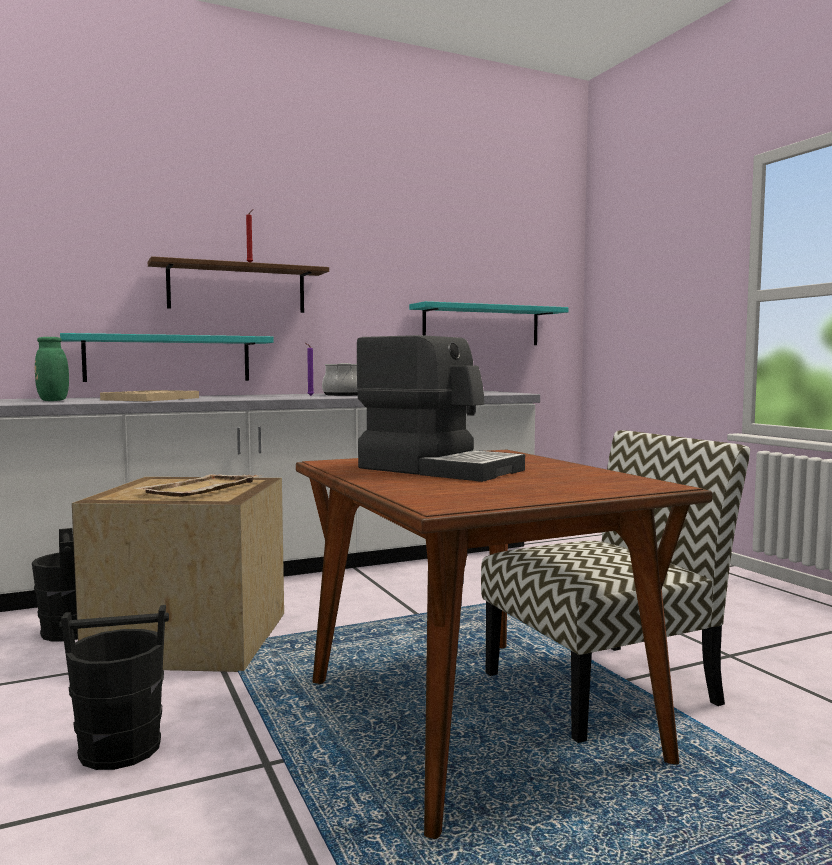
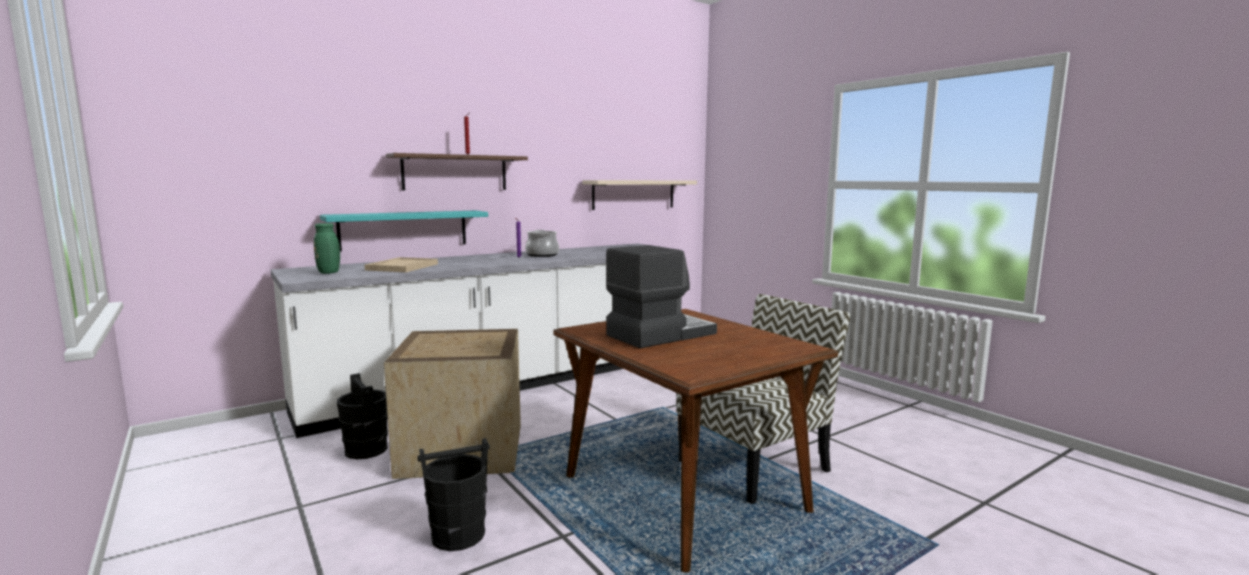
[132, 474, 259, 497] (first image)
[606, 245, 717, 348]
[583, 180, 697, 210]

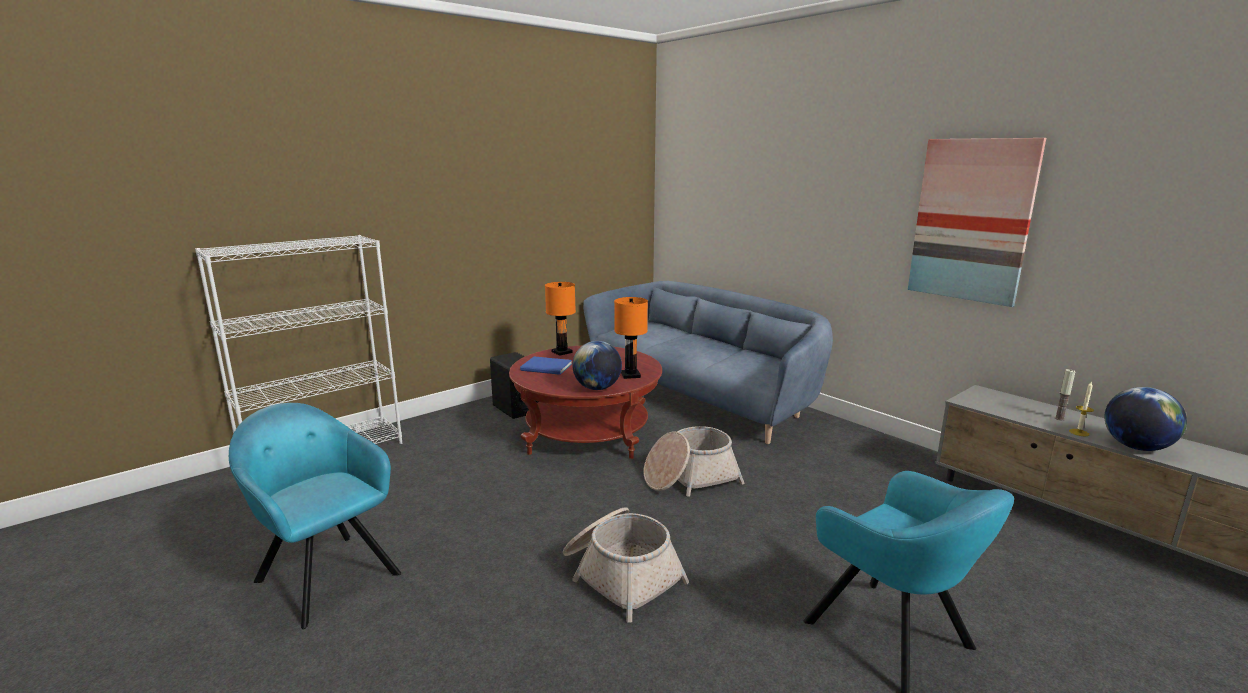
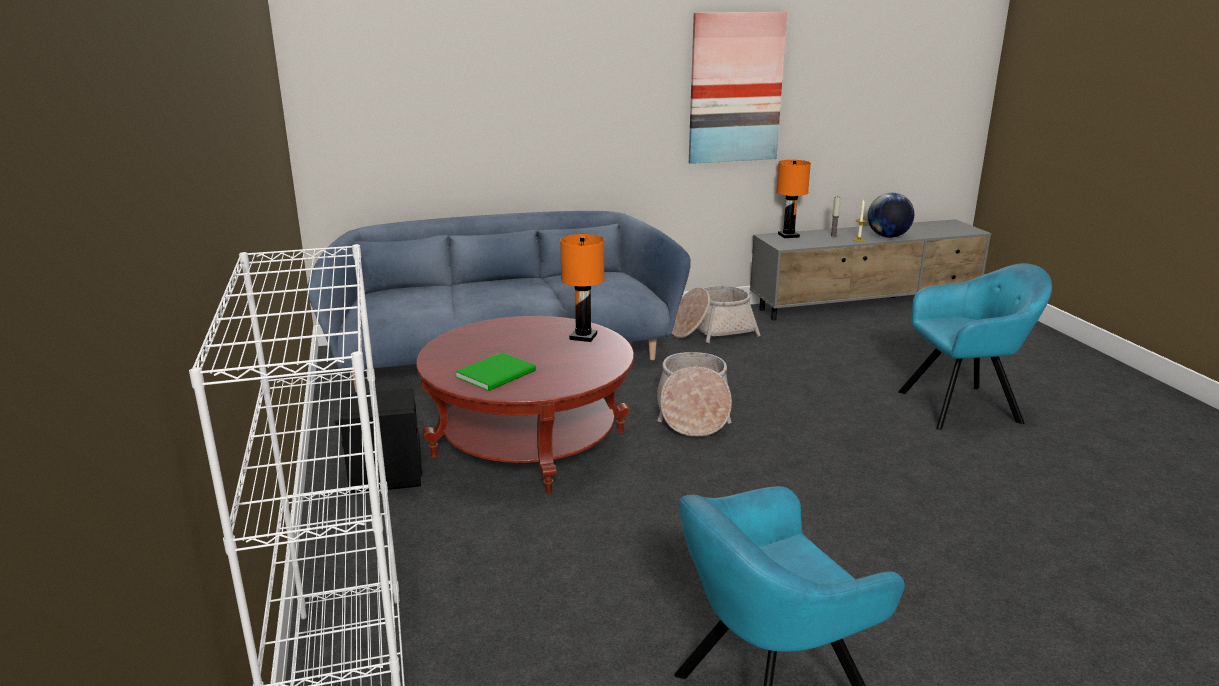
[455, 353, 536, 391]
[776, 160, 811, 238]
[671, 286, 761, 343]
[572, 341, 622, 390] (first image)

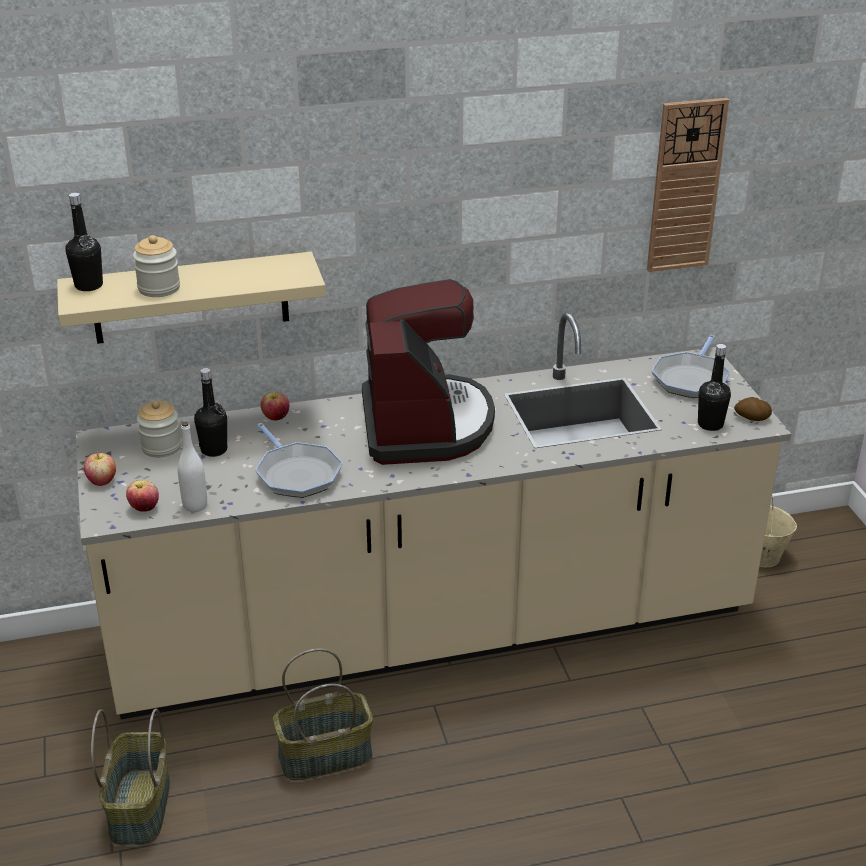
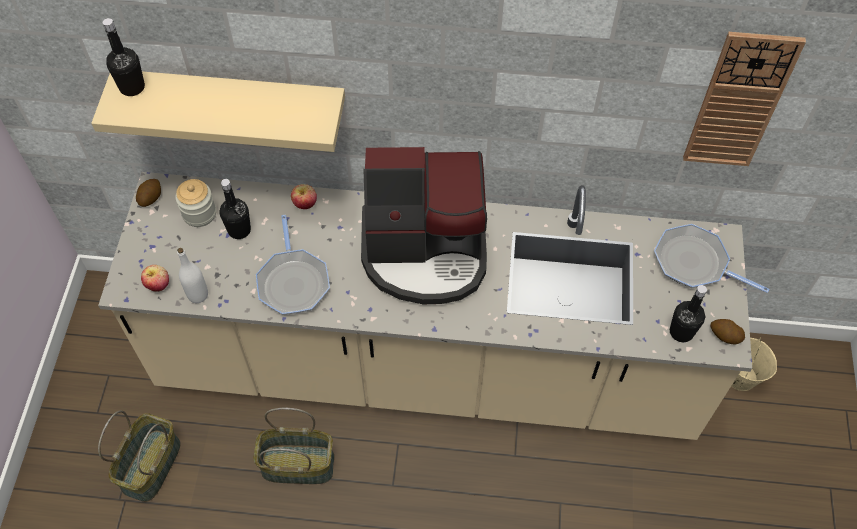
[84, 452, 116, 486] (first image)
[133, 235, 180, 297] (first image)
[361, 147, 487, 305]
[654, 224, 769, 293]
[136, 179, 161, 207]

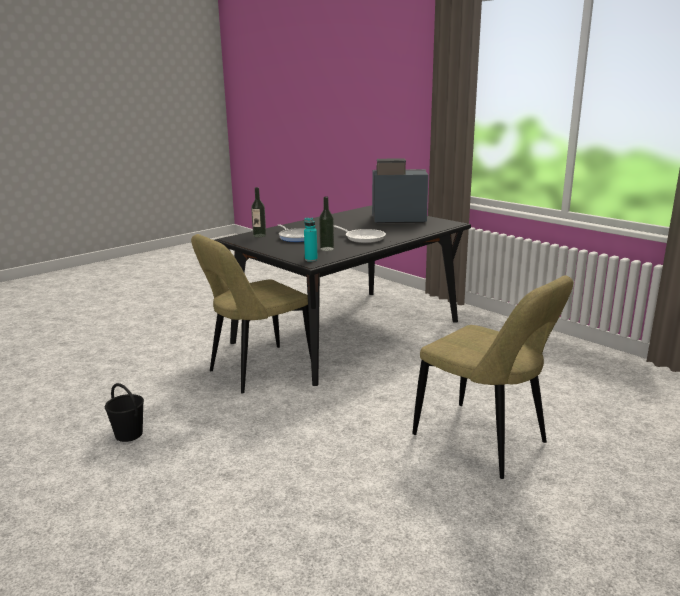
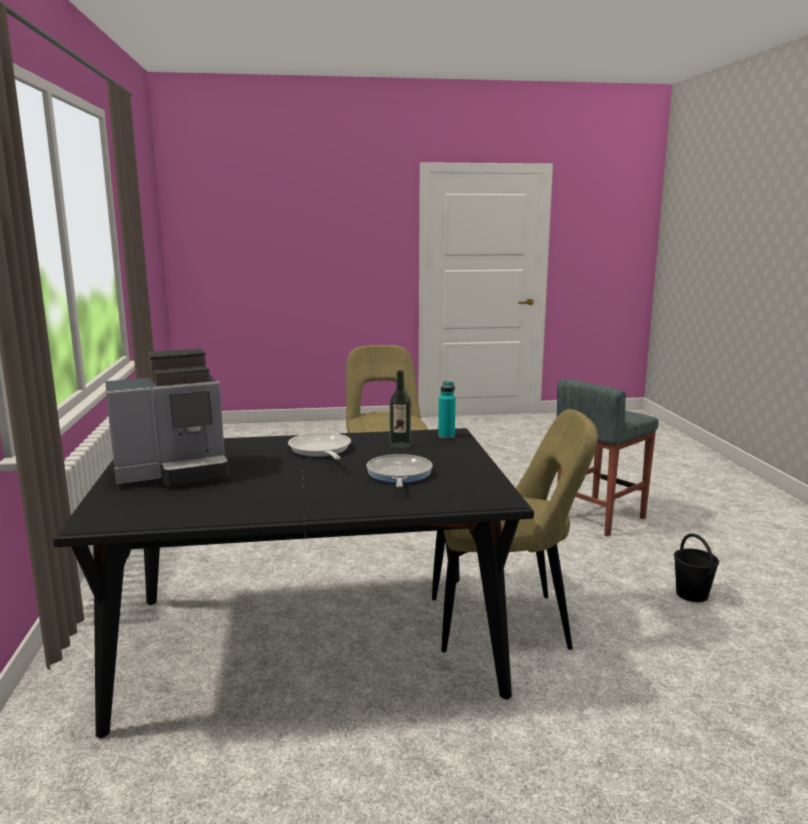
[251, 187, 266, 237] (first image)
[105, 348, 229, 487]
[557, 379, 659, 537]

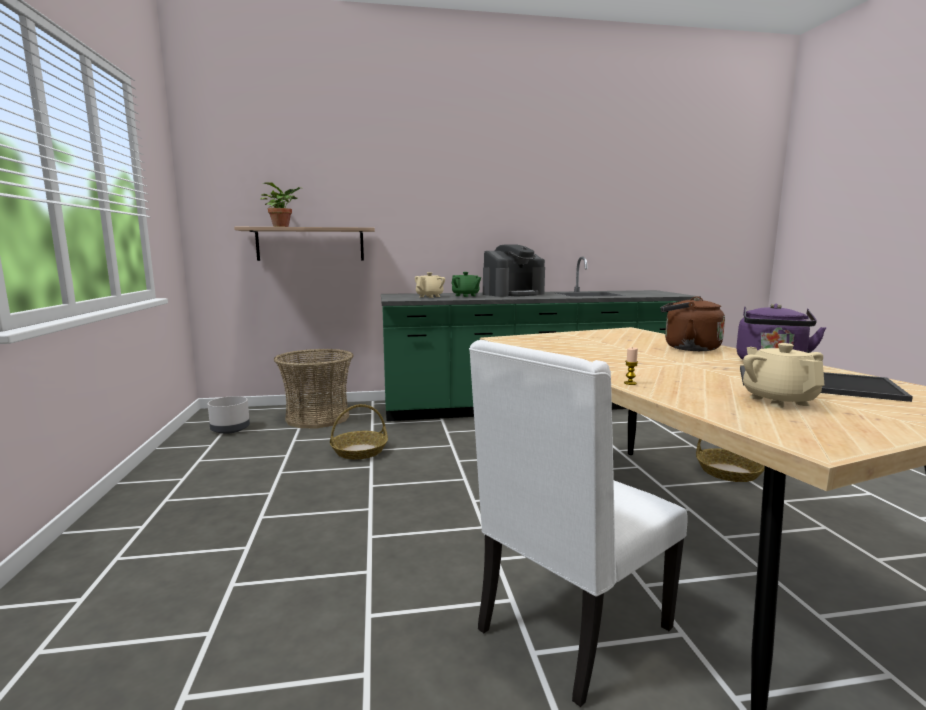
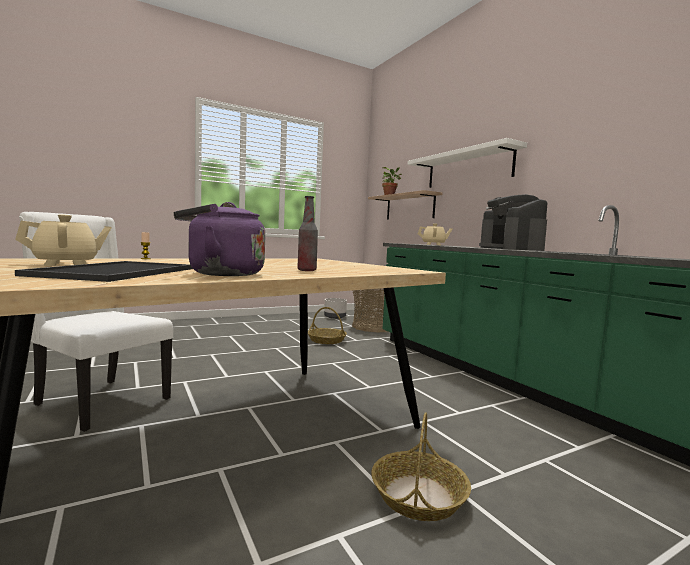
[451, 272, 481, 297] (first image)
[479, 194, 548, 251]
[297, 196, 318, 271]
[407, 138, 527, 188]

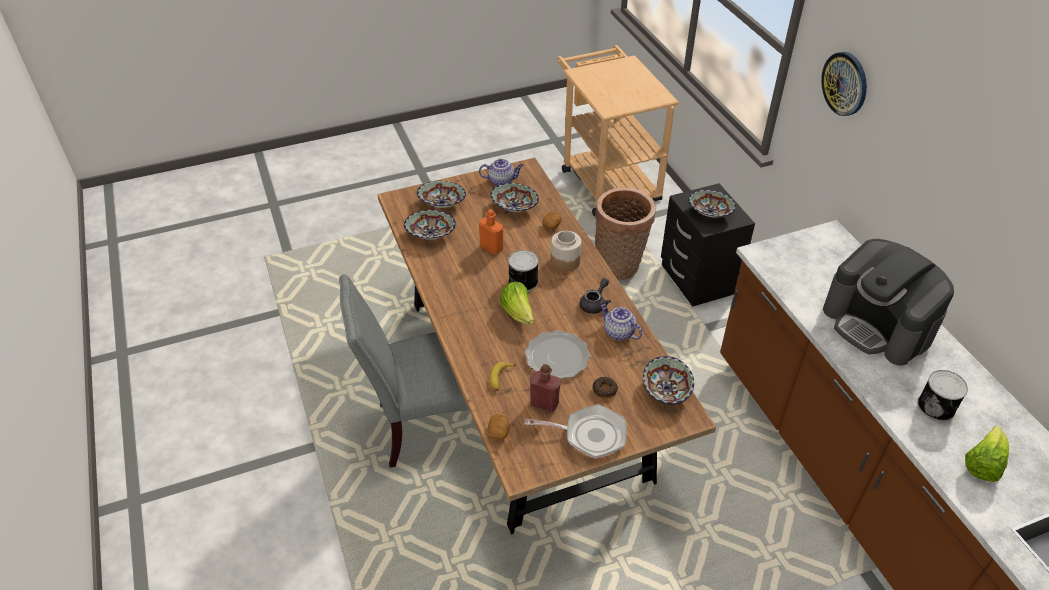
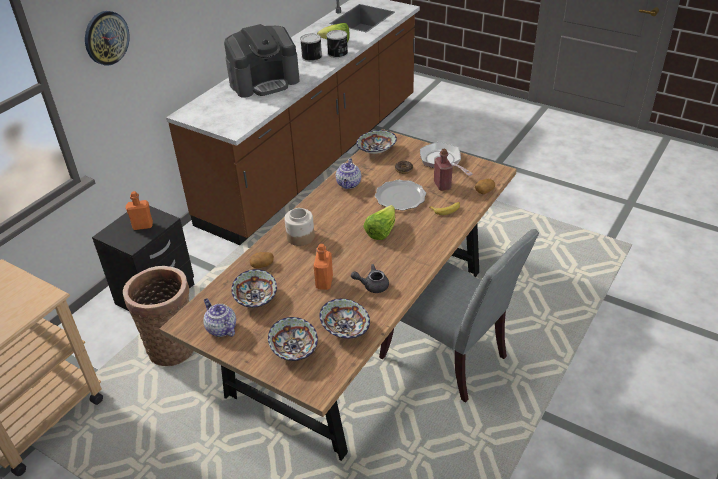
[327, 30, 348, 58]
[351, 264, 389, 293]
[126, 191, 153, 230]
[224, 24, 300, 98]

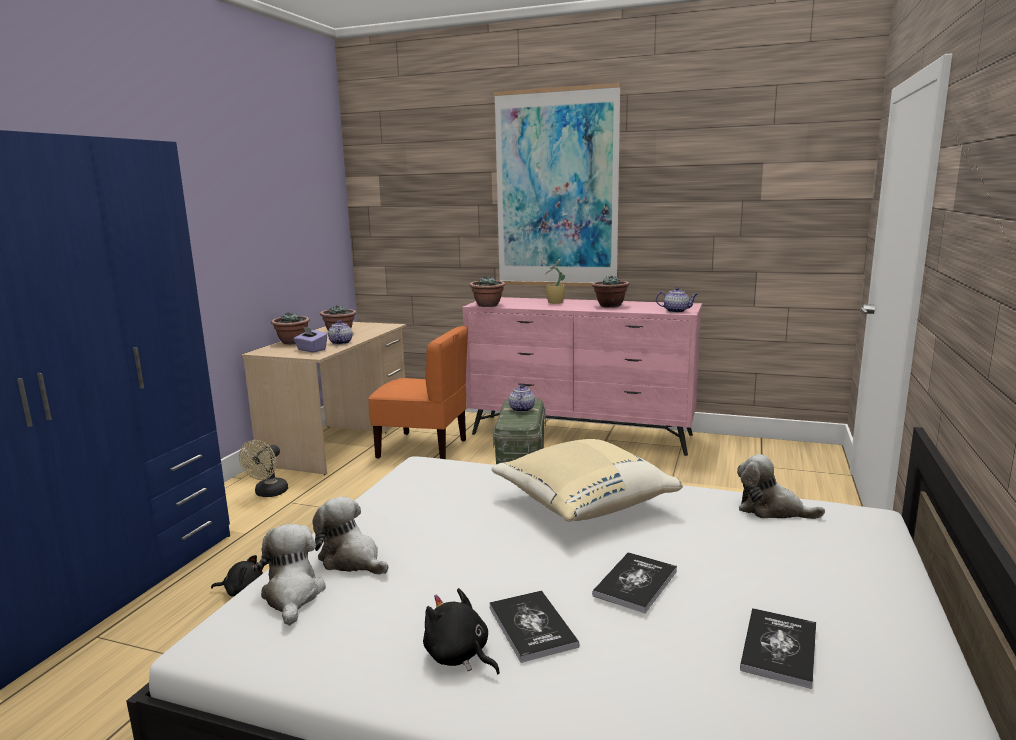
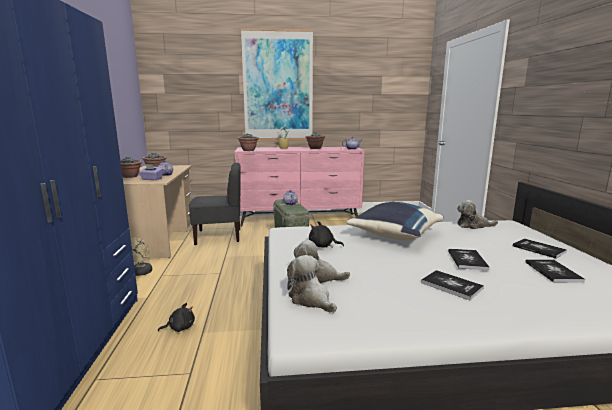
[189, 163, 241, 245]
[309, 221, 344, 248]
[346, 202, 444, 240]
[513, 238, 567, 259]

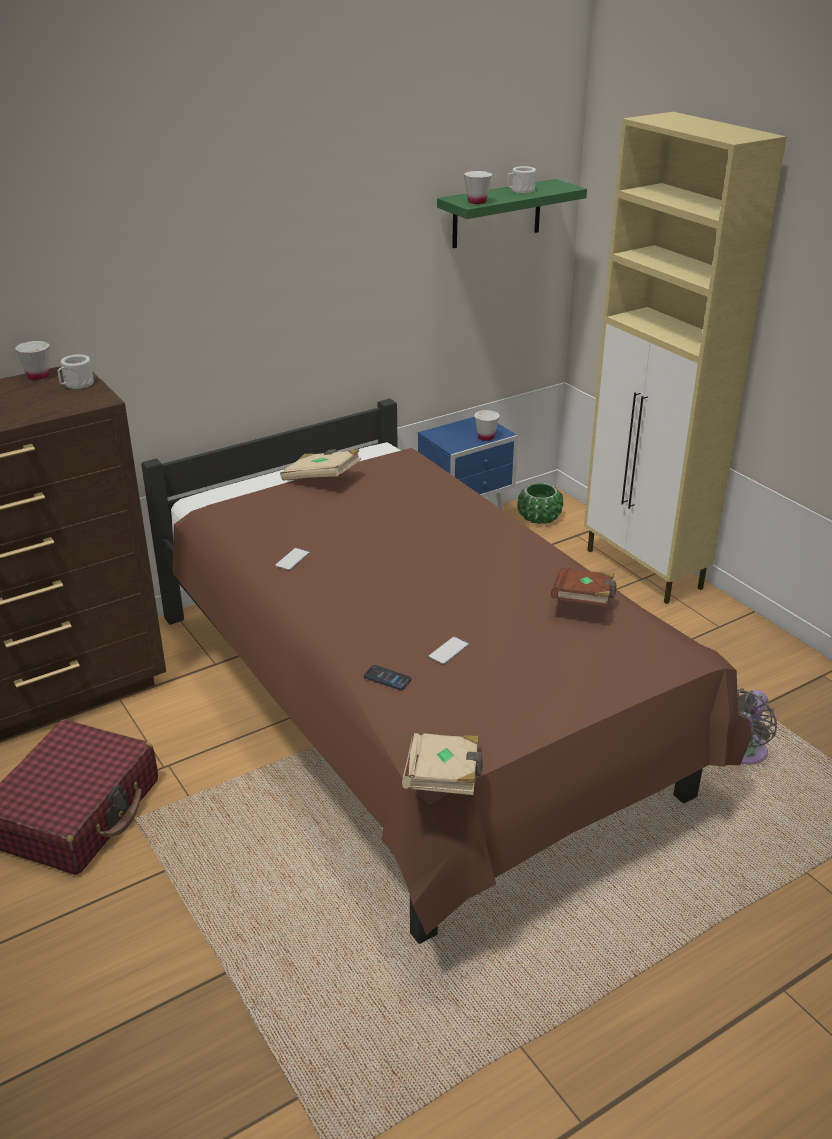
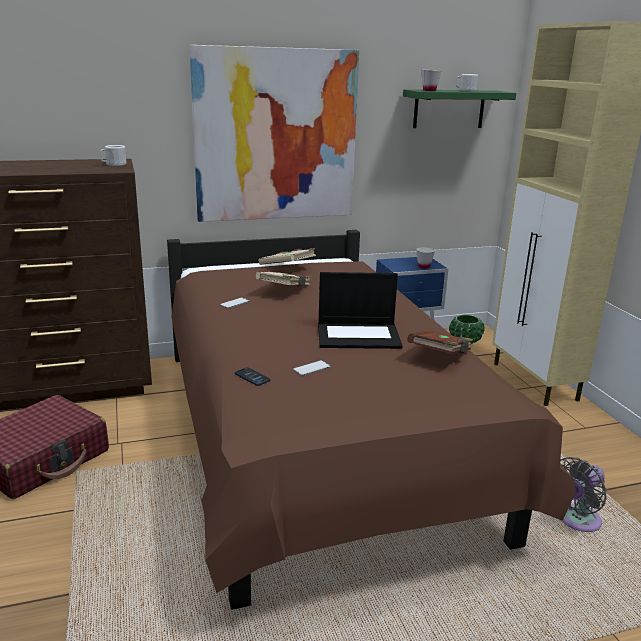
[15, 341, 49, 380] (first image)
[256, 272, 312, 286]
[189, 45, 359, 222]
[318, 272, 403, 349]

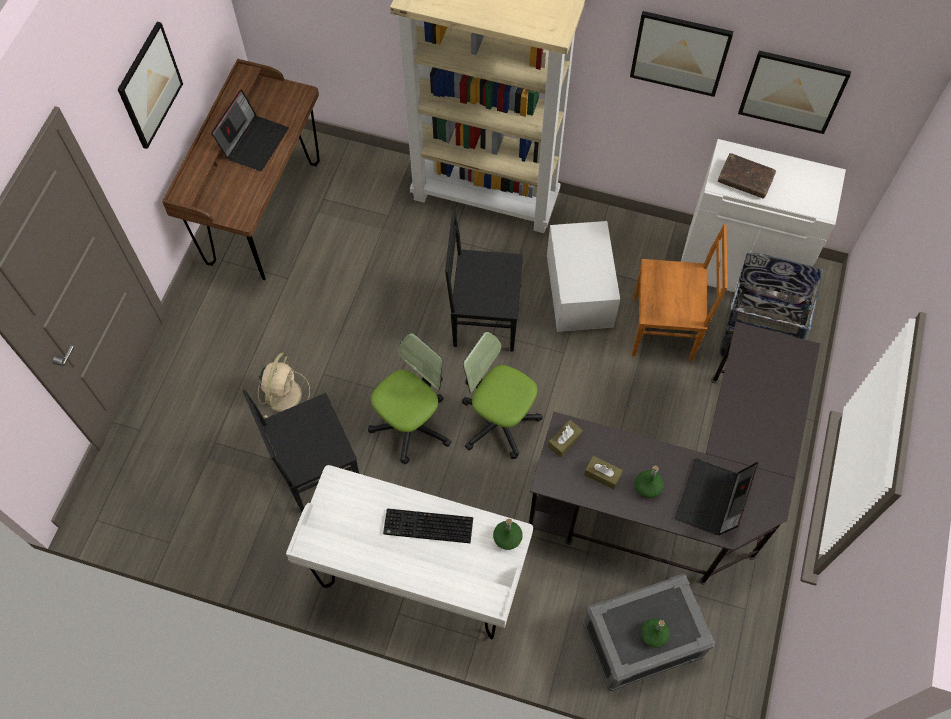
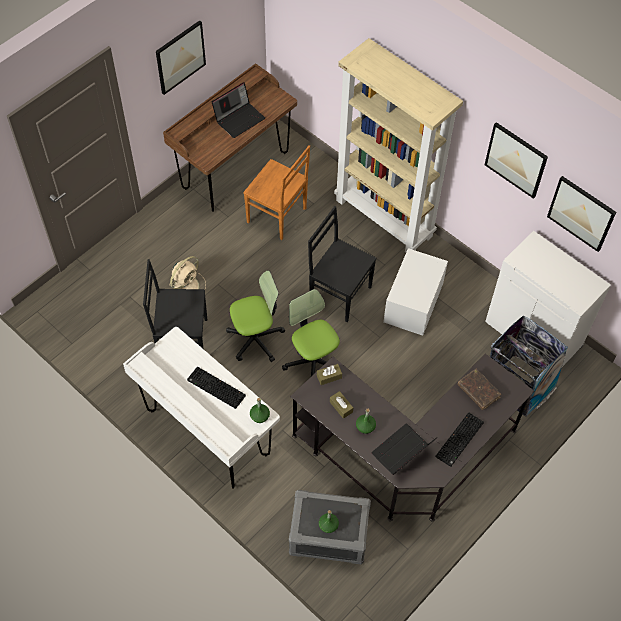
[243, 145, 310, 240]
[458, 369, 501, 410]
[435, 412, 484, 467]

